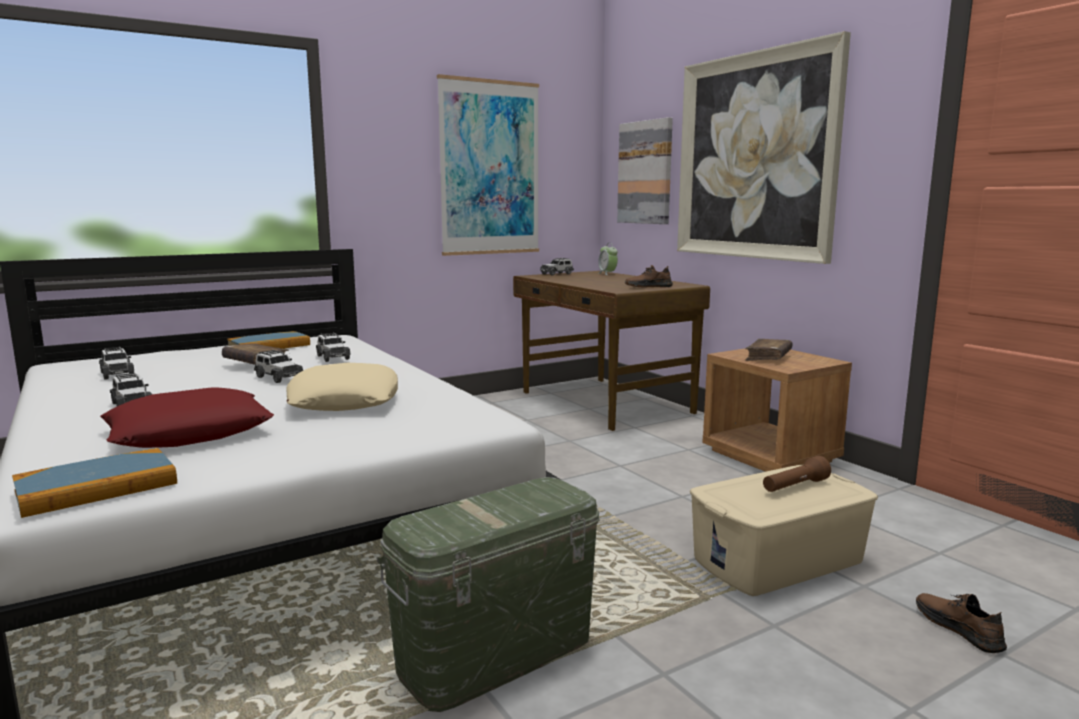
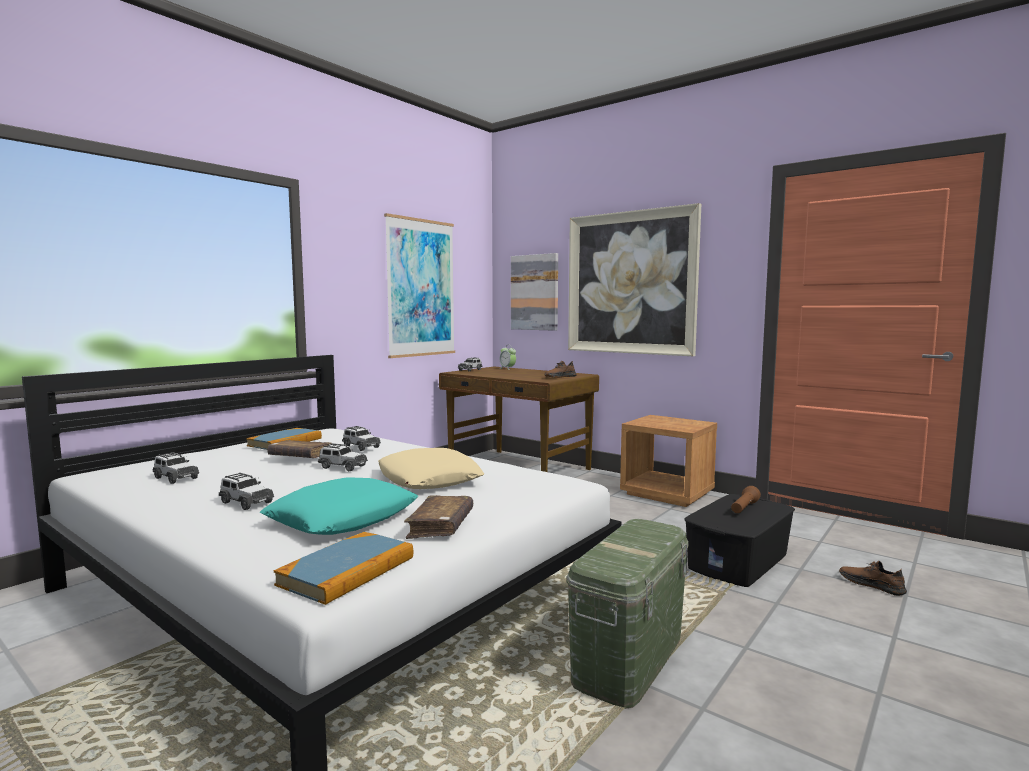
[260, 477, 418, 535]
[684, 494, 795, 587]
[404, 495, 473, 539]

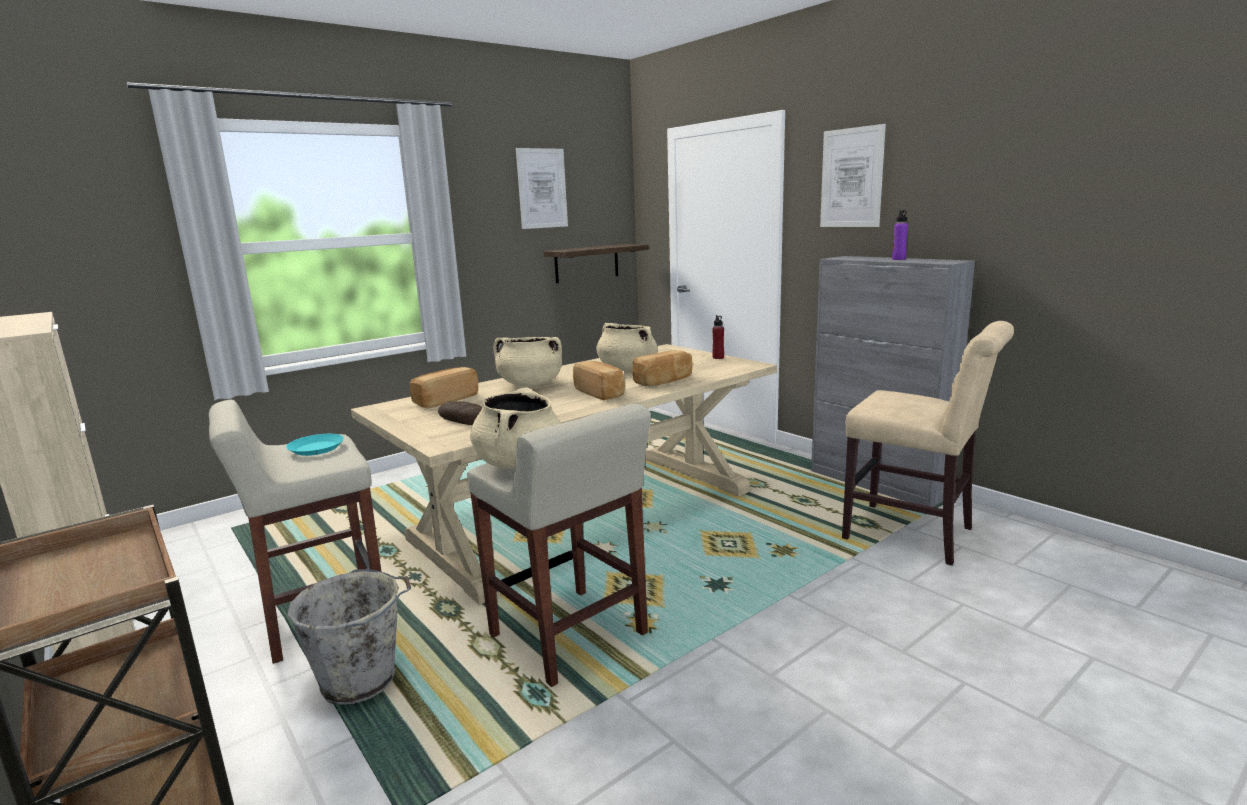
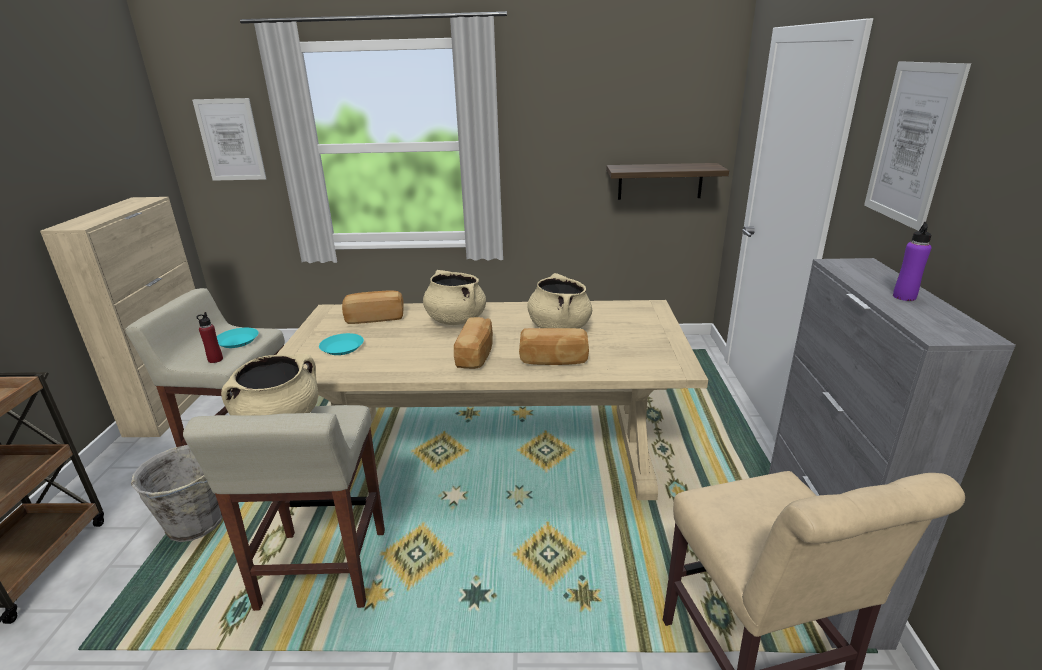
[319, 333, 364, 355]
[192, 98, 266, 181]
[196, 312, 223, 363]

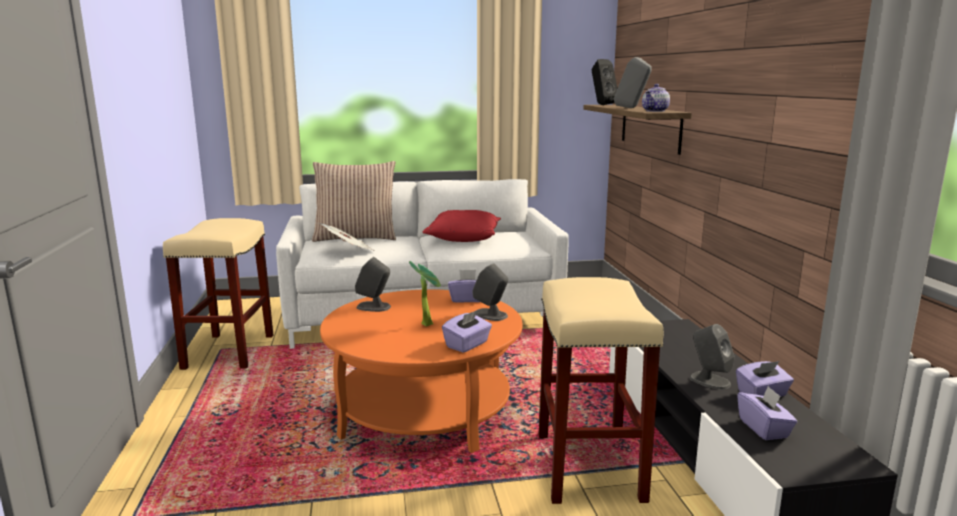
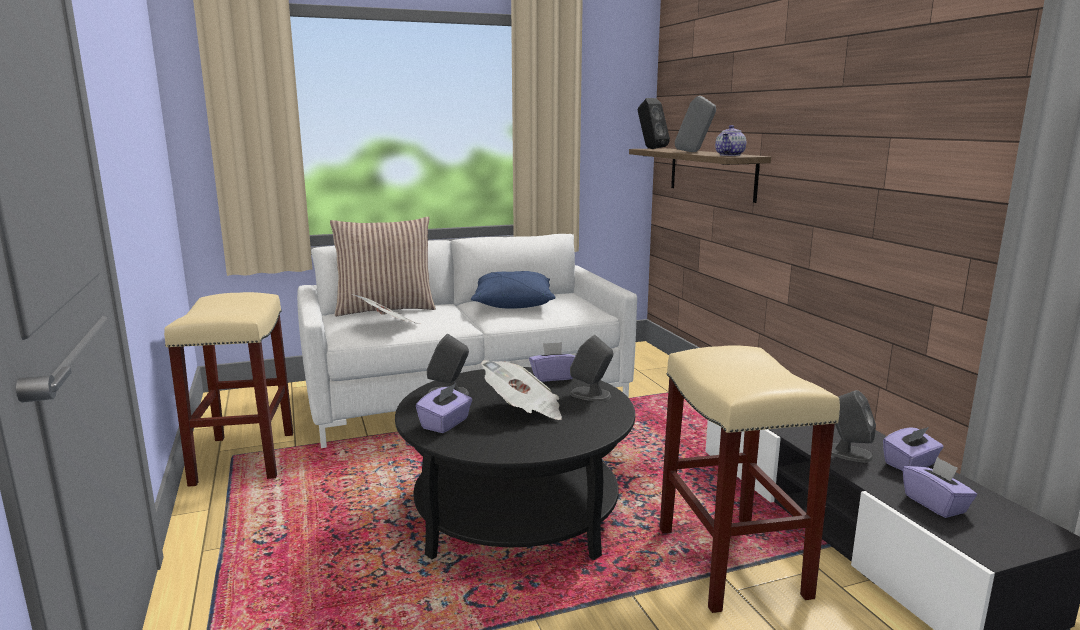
[395, 367, 635, 560]
[481, 360, 562, 420]
[471, 271, 556, 309]
[416, 383, 472, 433]

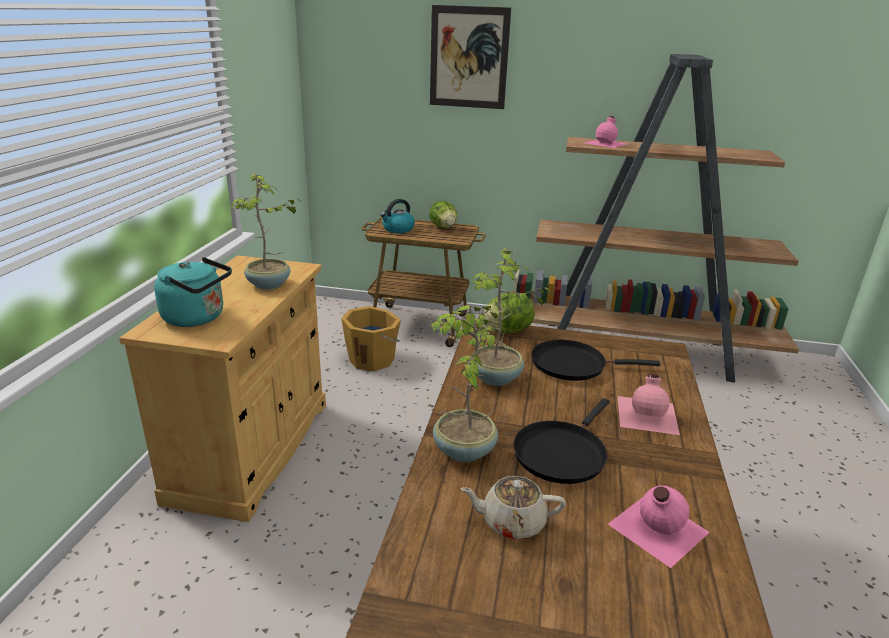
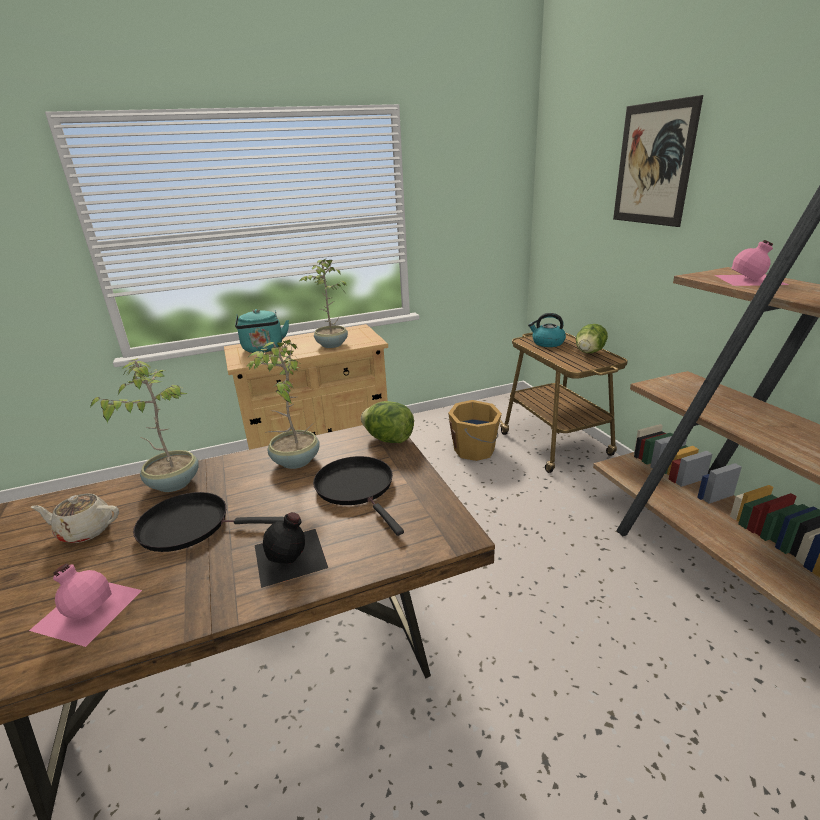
[31, 493, 119, 543]
[255, 512, 328, 588]

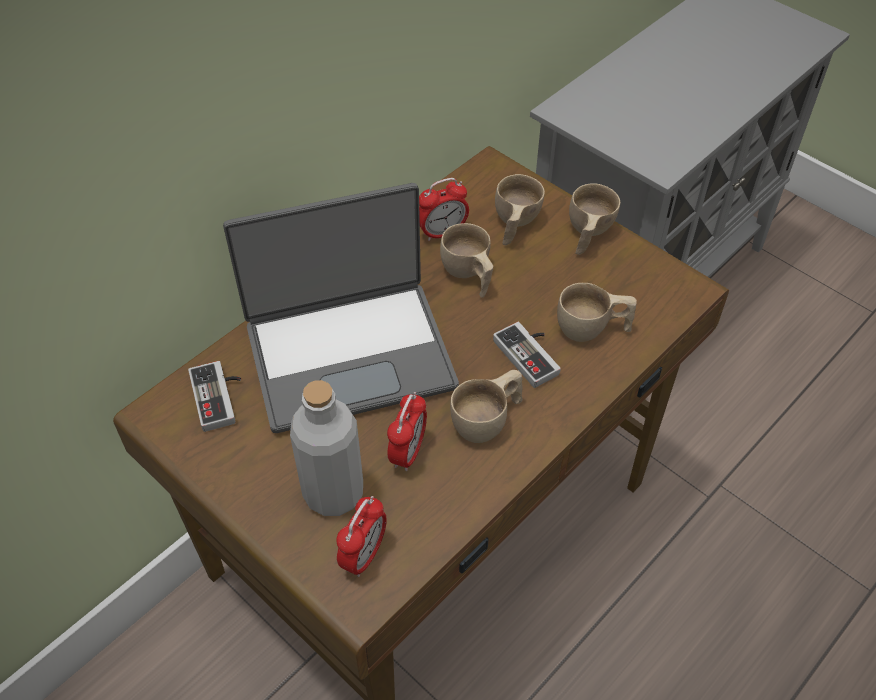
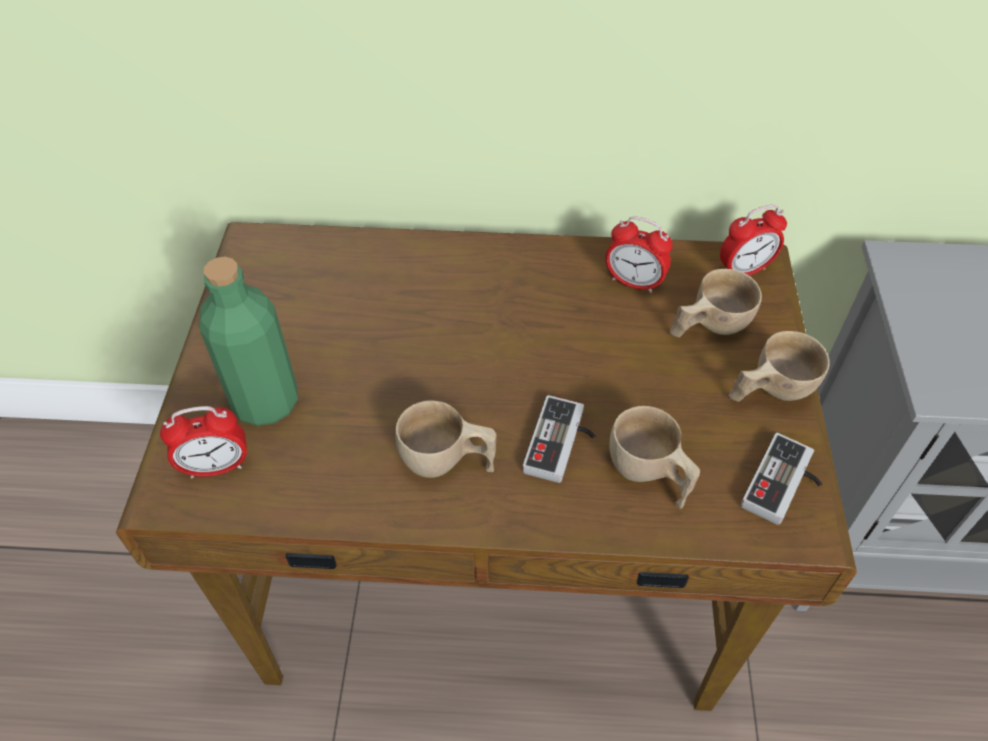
[741, 433, 822, 525]
[223, 183, 459, 433] (first image)
[199, 257, 298, 426]
[720, 205, 787, 275]
[440, 223, 493, 298] (first image)

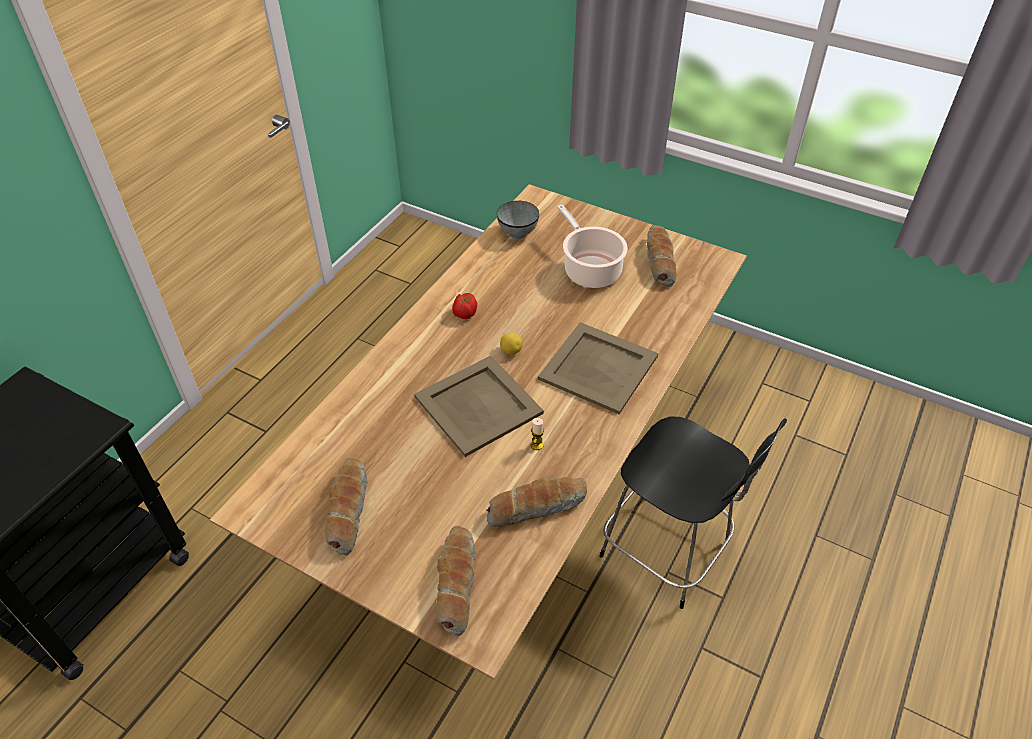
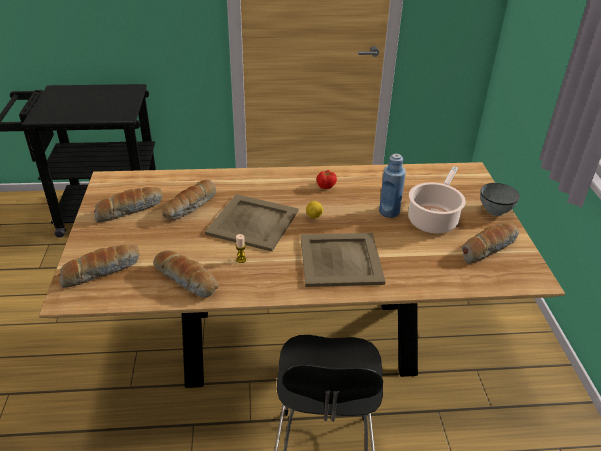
[480, 183, 520, 216]
[162, 180, 216, 220]
[379, 154, 406, 218]

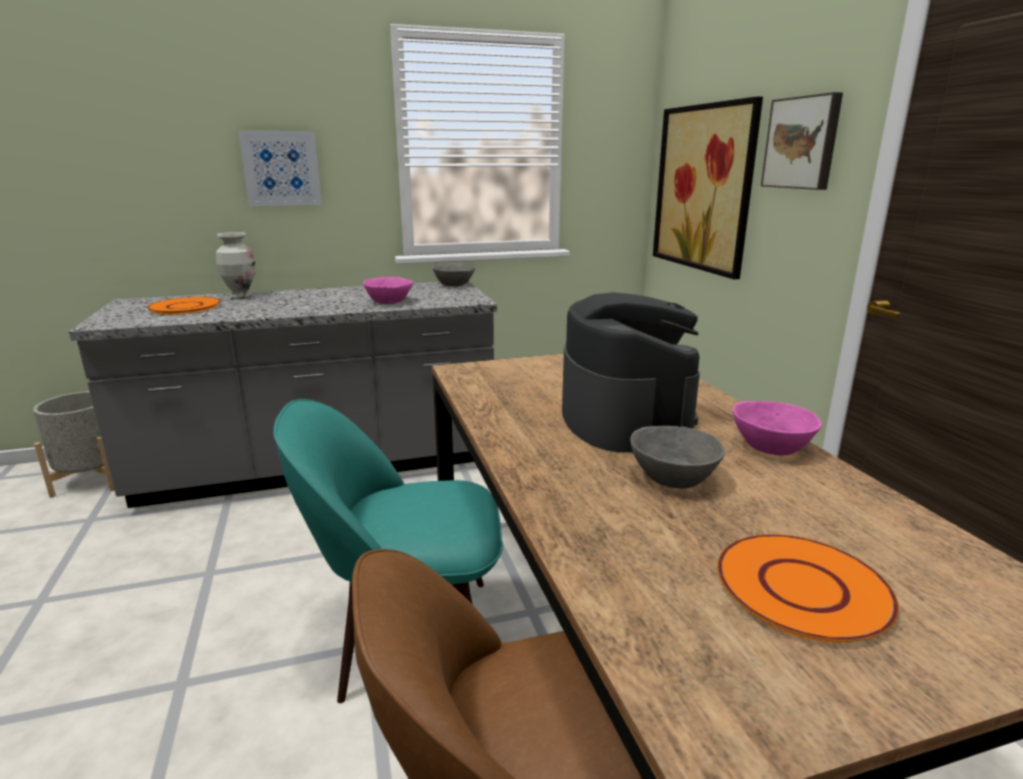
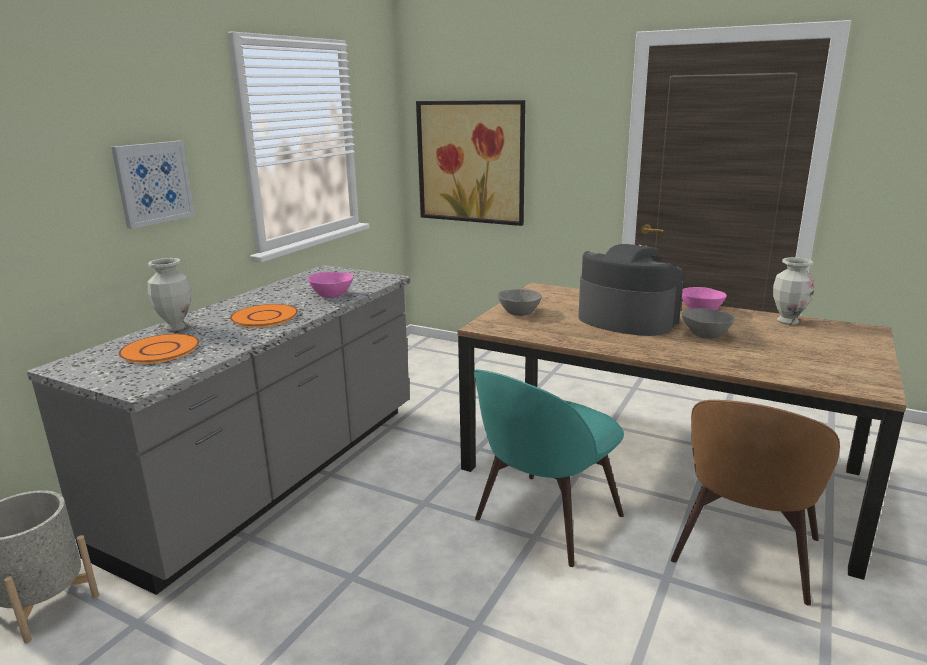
[498, 289, 542, 316]
[230, 304, 298, 327]
[761, 92, 843, 190] (first image)
[773, 257, 814, 325]

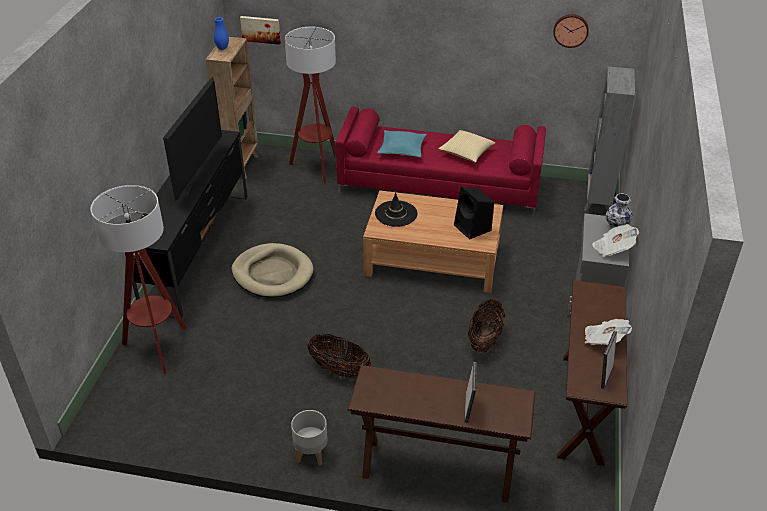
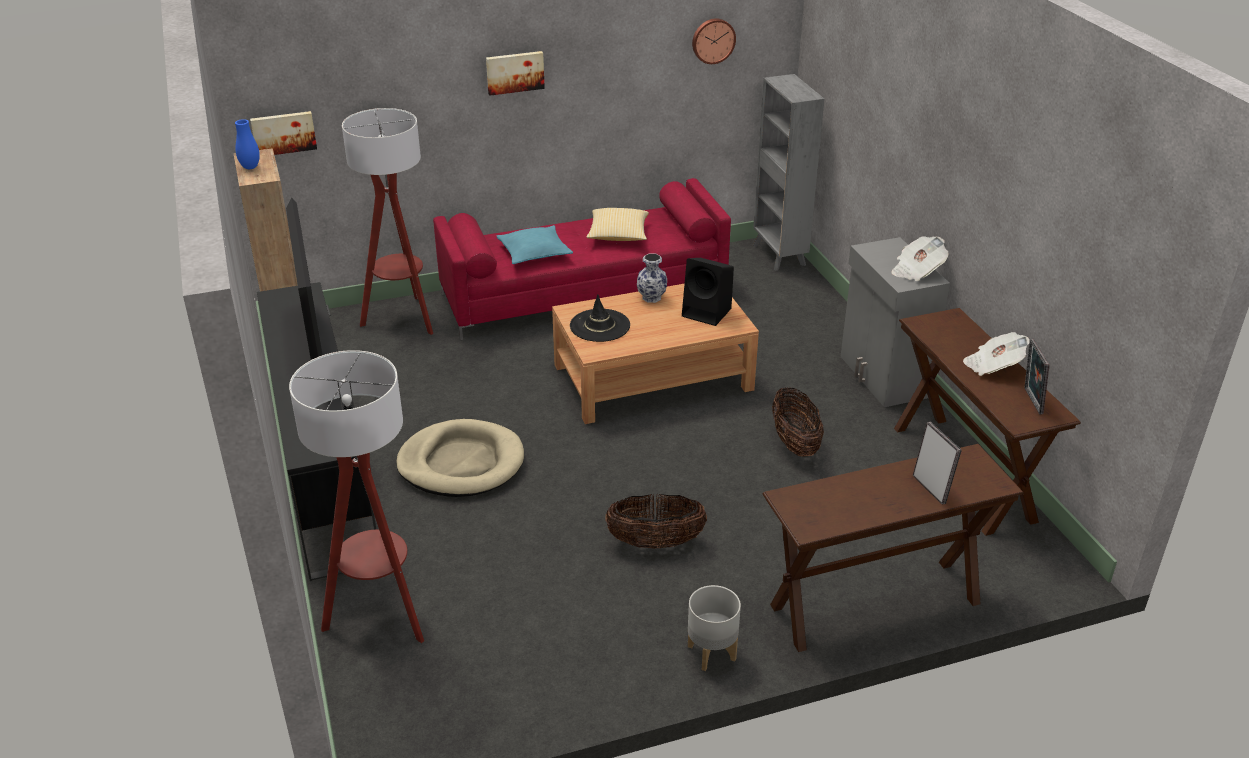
[637, 253, 667, 303]
[486, 51, 545, 96]

